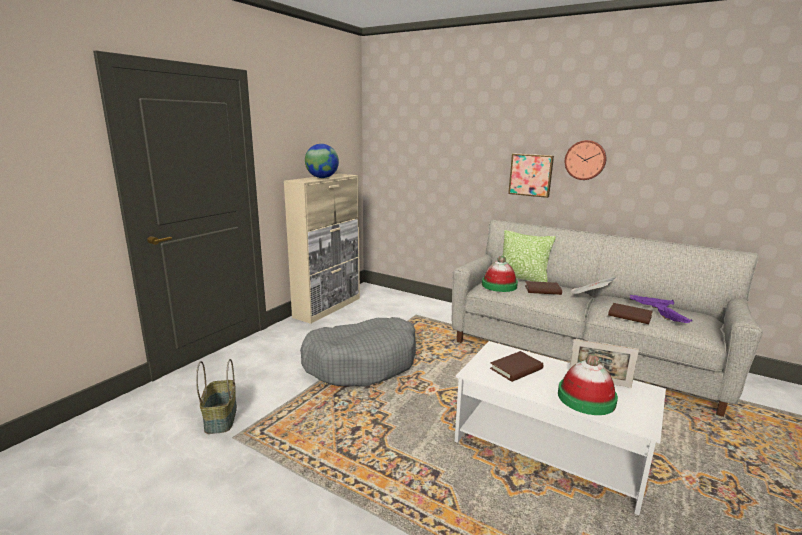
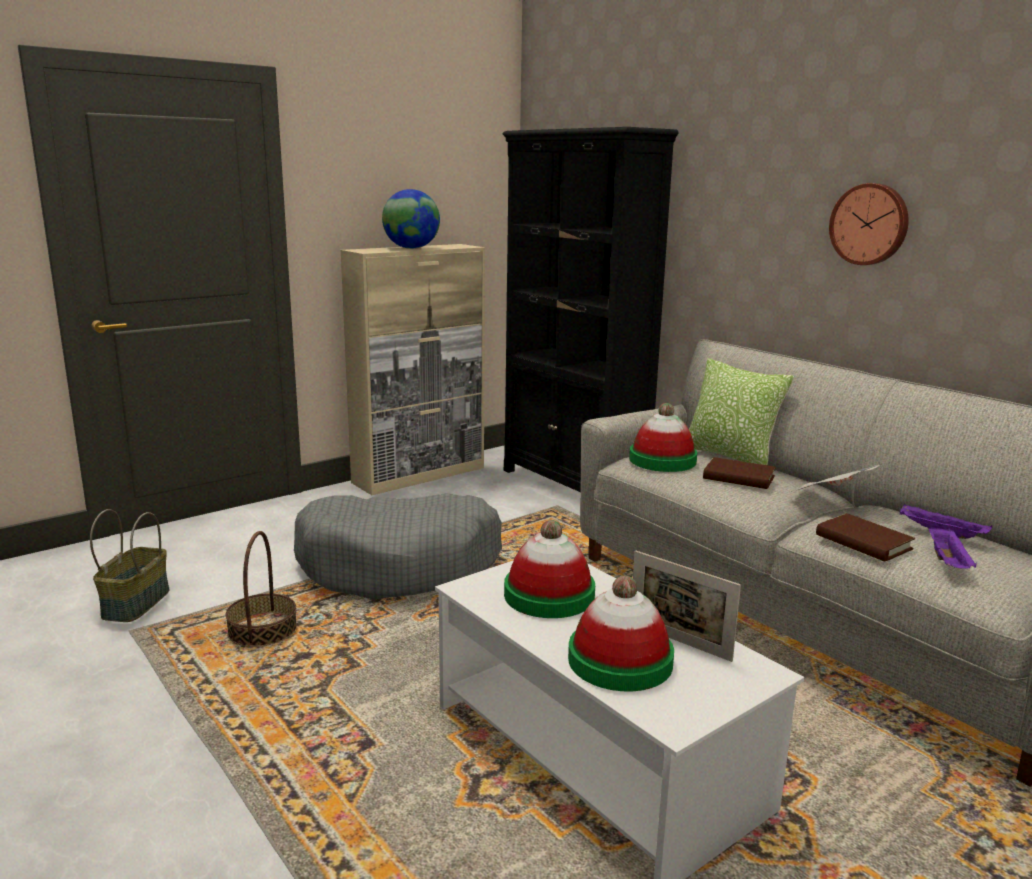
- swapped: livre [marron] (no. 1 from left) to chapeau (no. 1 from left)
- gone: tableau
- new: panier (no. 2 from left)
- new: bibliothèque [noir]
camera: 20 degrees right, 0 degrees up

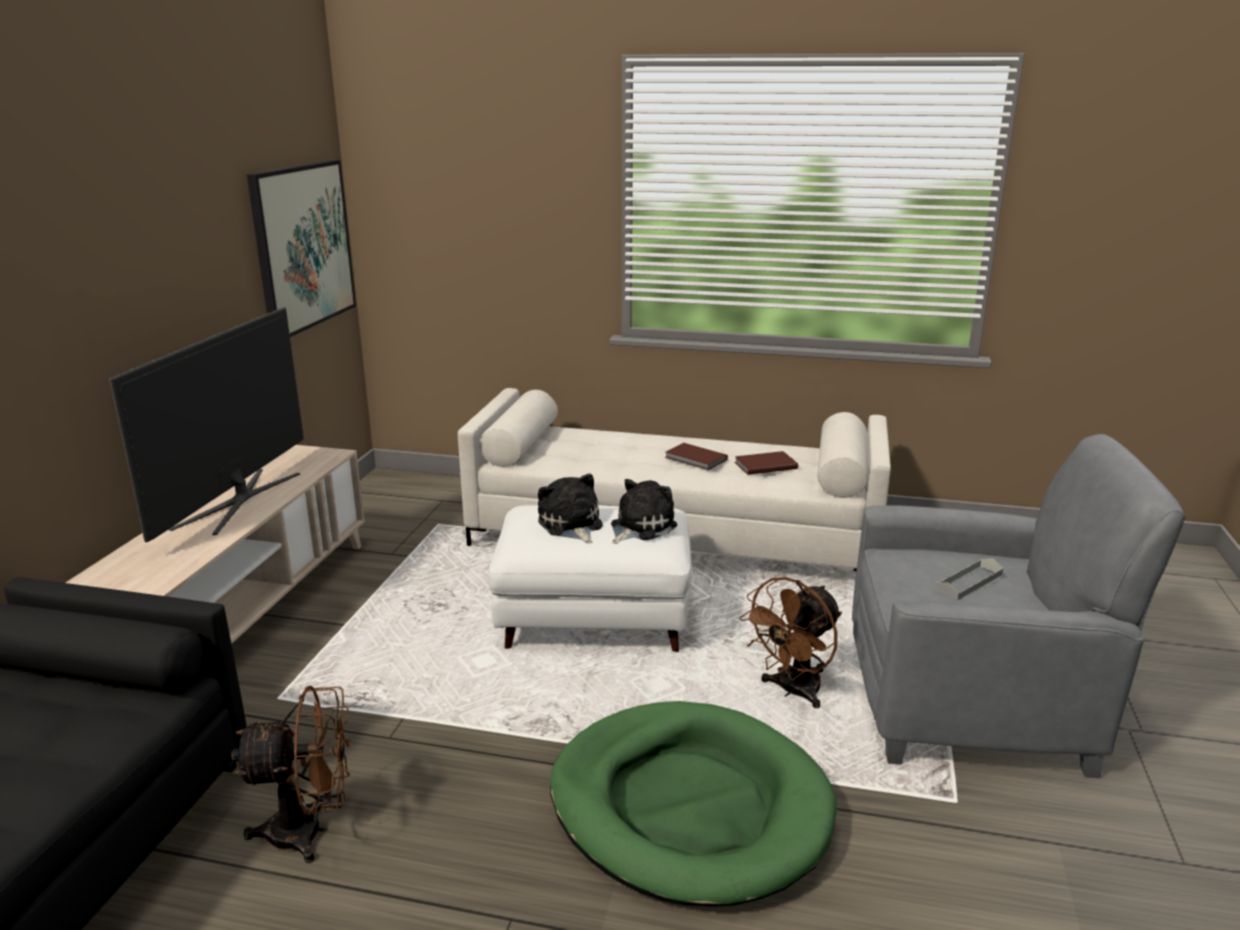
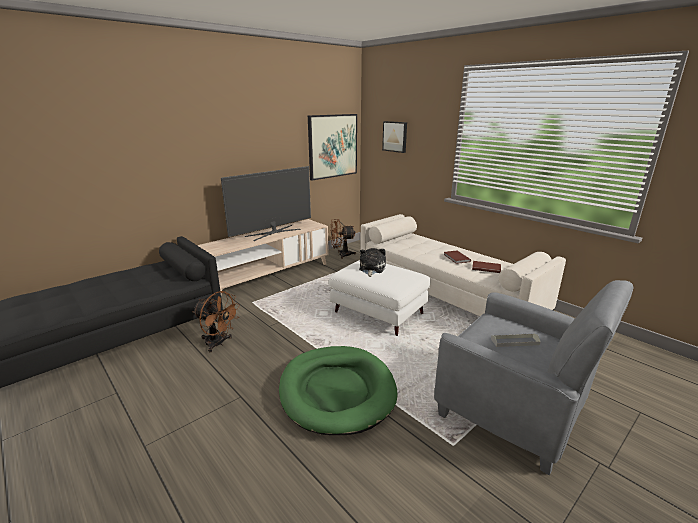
- gone: peluche (no. 2 from left)
- shifted: ventilateur [marron] (no. 2 from left)
- new: tableau (no. 2 from left)
camera: 35 degrees right, 0 degrees up

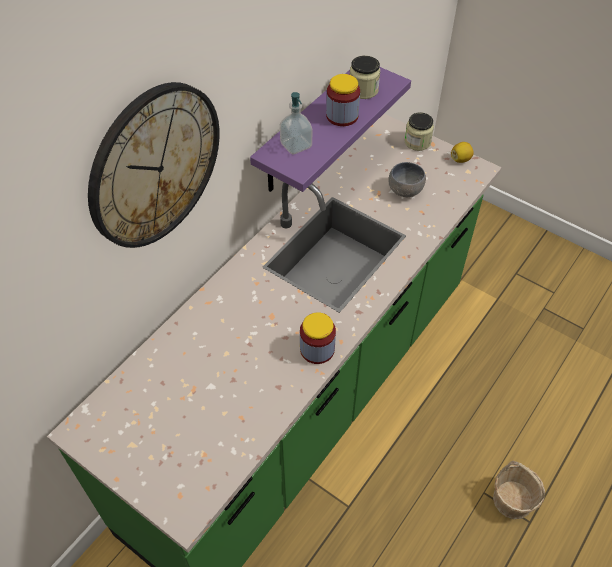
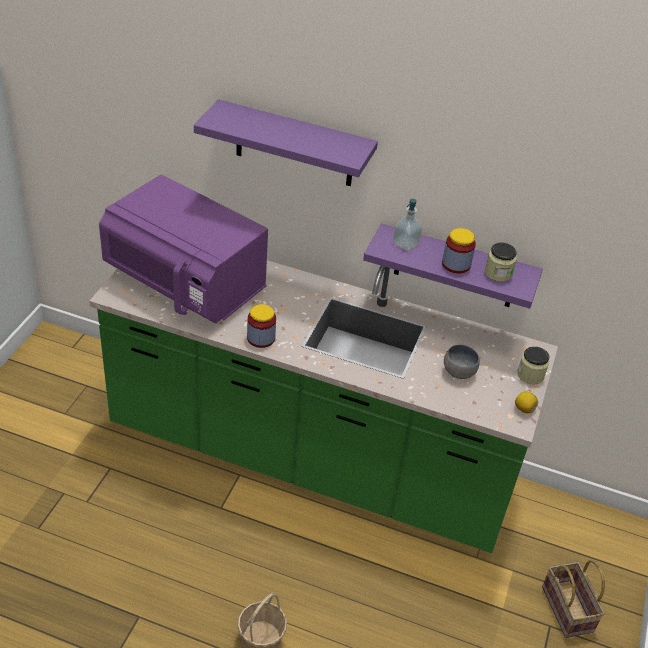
- swapped: horloge murale to étagère [violet] (no. 1 from left)
- new: micro-ondes [violet]
- new: panier (no. 2 from left)
camera: 70 degrees right, 10 degrees down

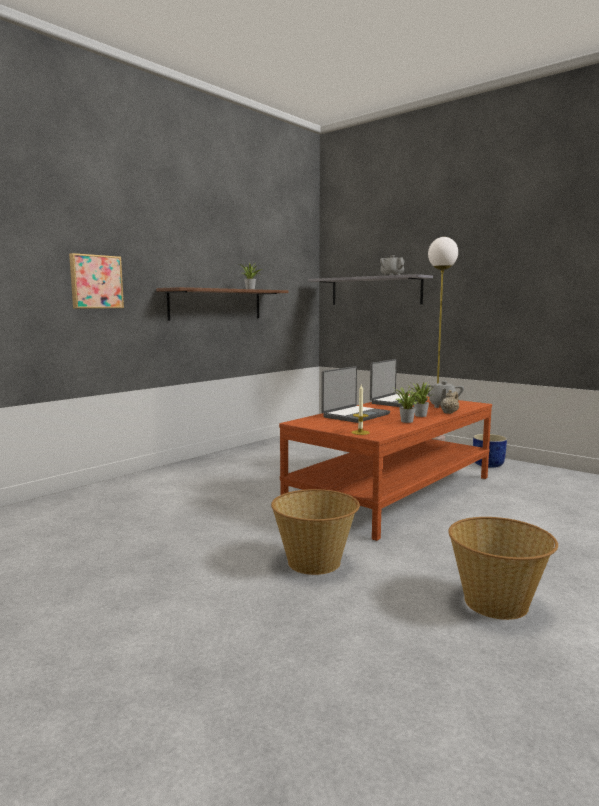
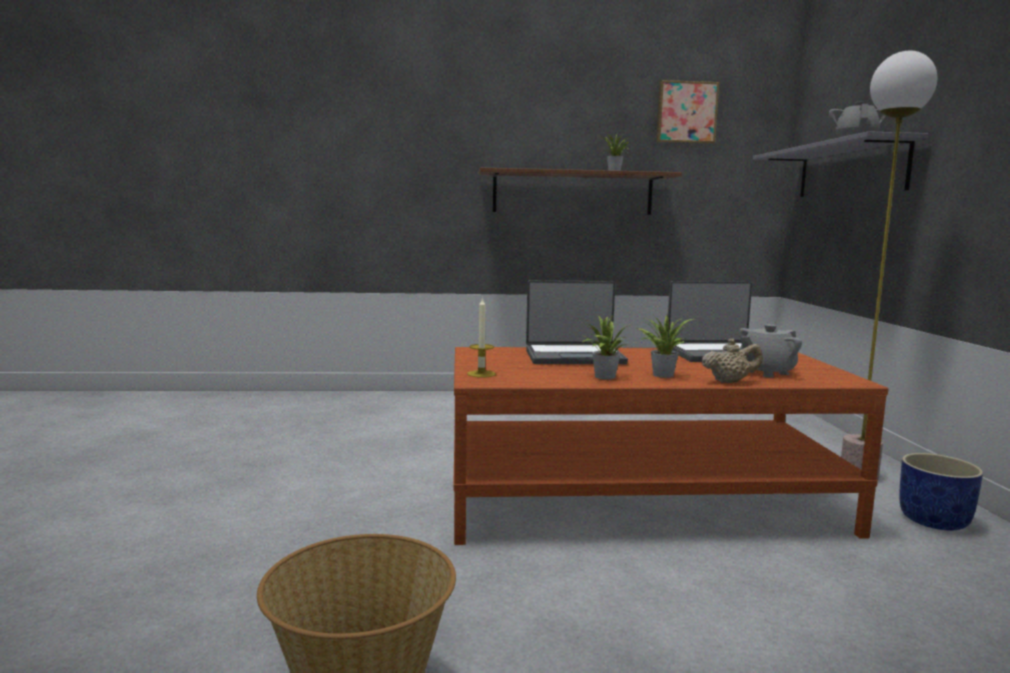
- shifted: tableau
- gone: panier (no. 1 from left)
camera: 45 degrees right, 0 degrees up

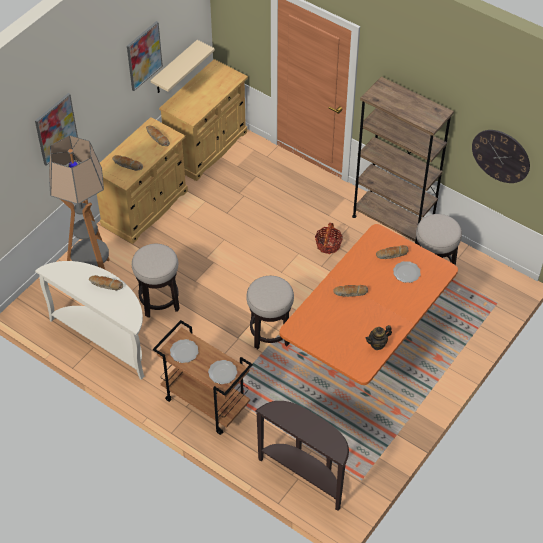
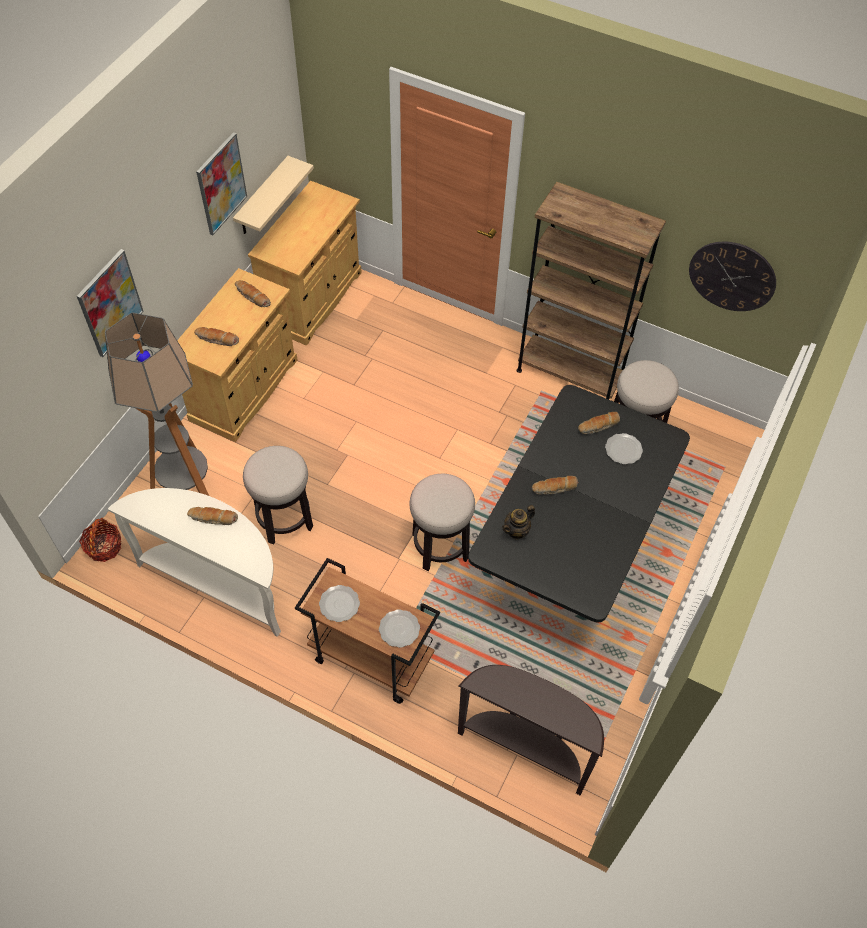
- repainted: table à manger [orange] to table à manger [noir]
- shifted: panier
- shifted: théière
camera: 10 degrees left, 5 degrees up

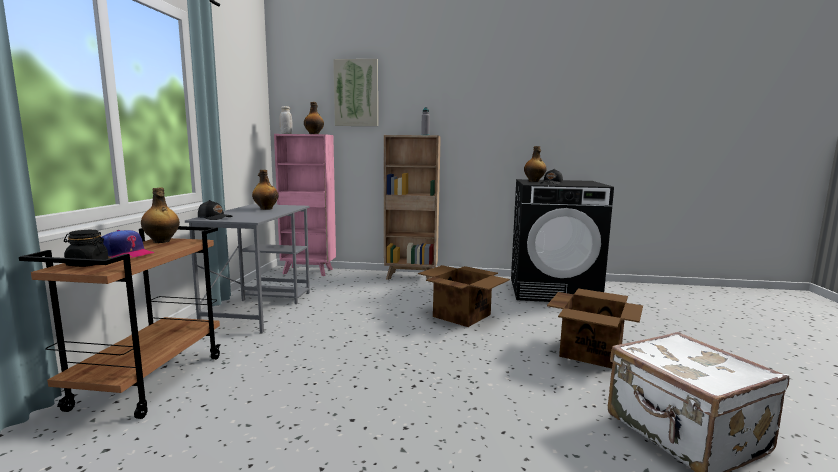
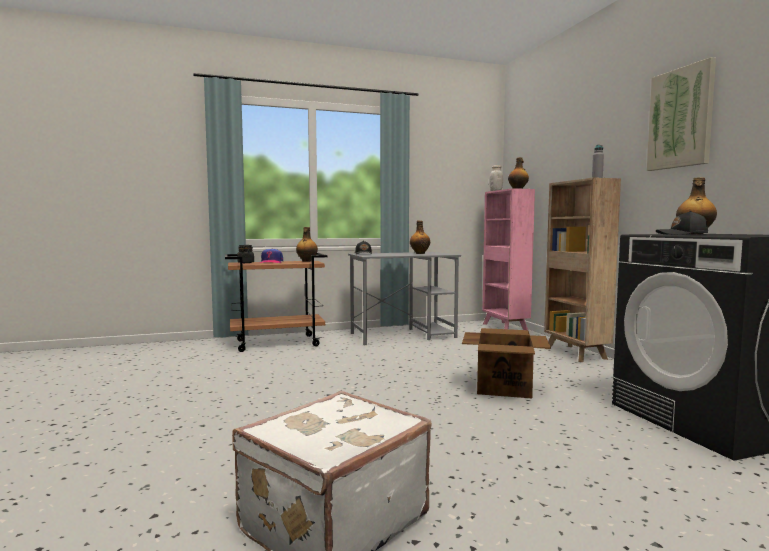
- shifted: tableau
- gone: carton (no. 2 from left)
camera: 65 degrees right, 5 degrees down

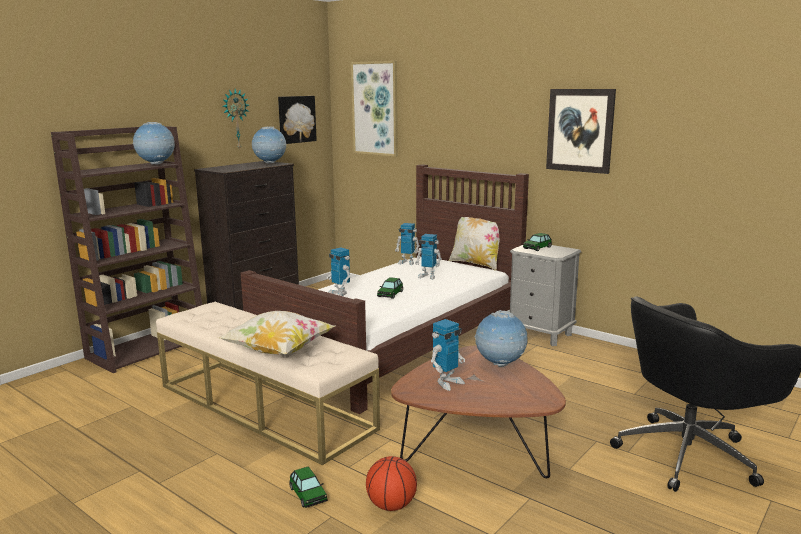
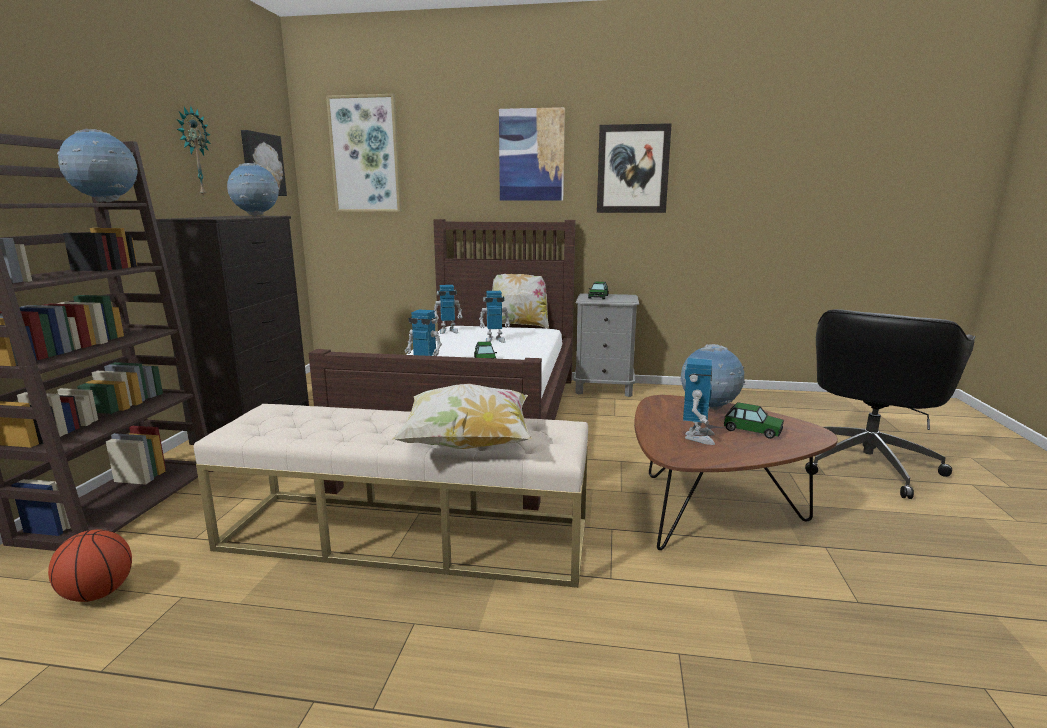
- shifted: petite voiture (no. 1 from left in the first image) to petite voiture (no. 3 from left)
- shifted: ballon de basket
- new: tableau (no. 3 from left)
camera: 30 degrees left, 0 degrees up

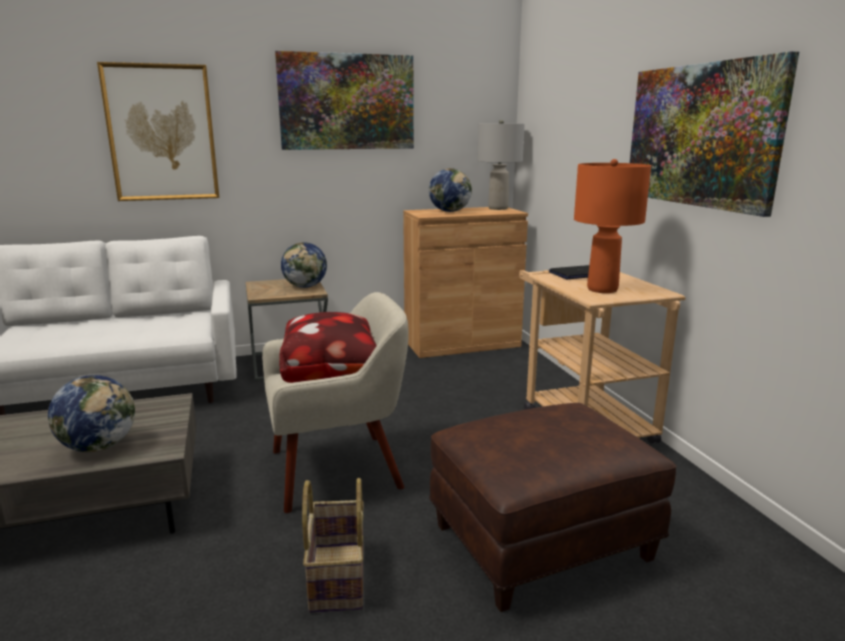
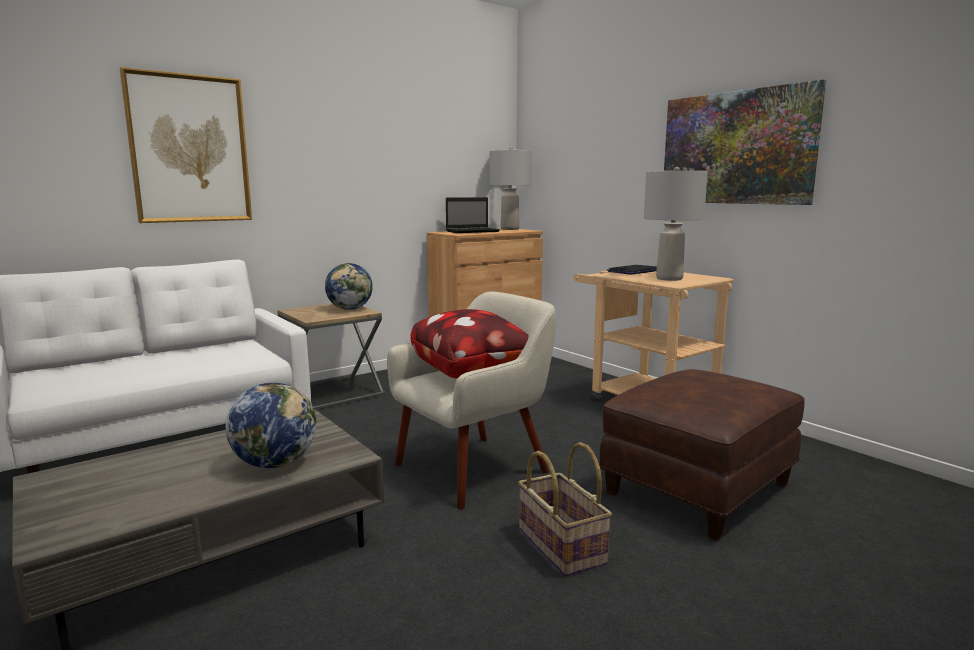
- gone: tableau (no. 2 from left)
- swapped: globe (no. 3 from left) to ordinateur portable (no. 1 from left)
- repainted: lampe de table [orange] to lampe de table [gris] (no. 2 from left)
camera: 20 degrees left, 5 degrees down

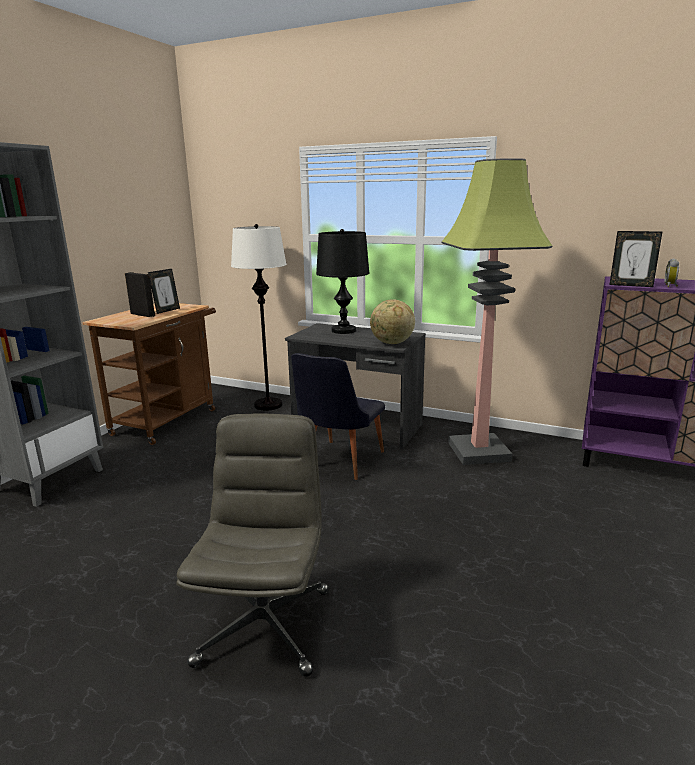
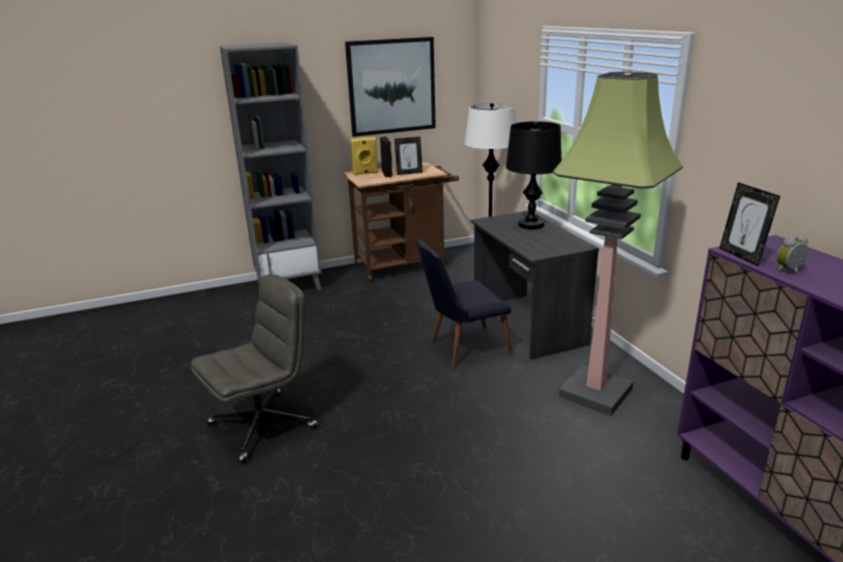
- gone: globe
- new: tableau
- new: enceinte [jaune]
camera: 45 degrees right, 5 degrees up

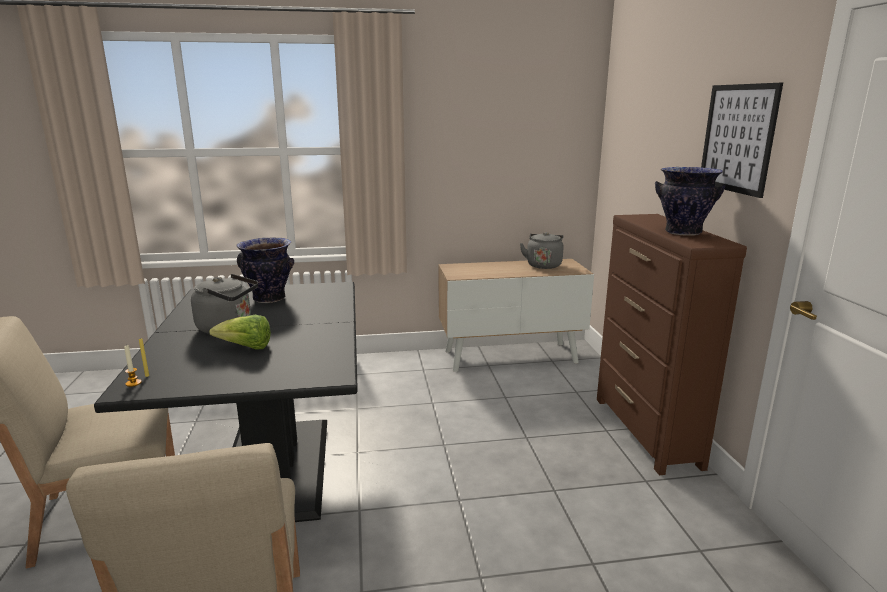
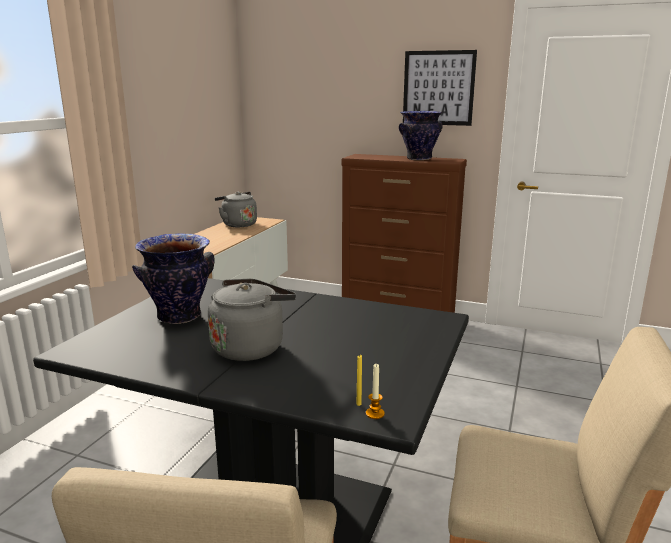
- gone: laitue
camera: 60 degrees left, 0 degrees up

